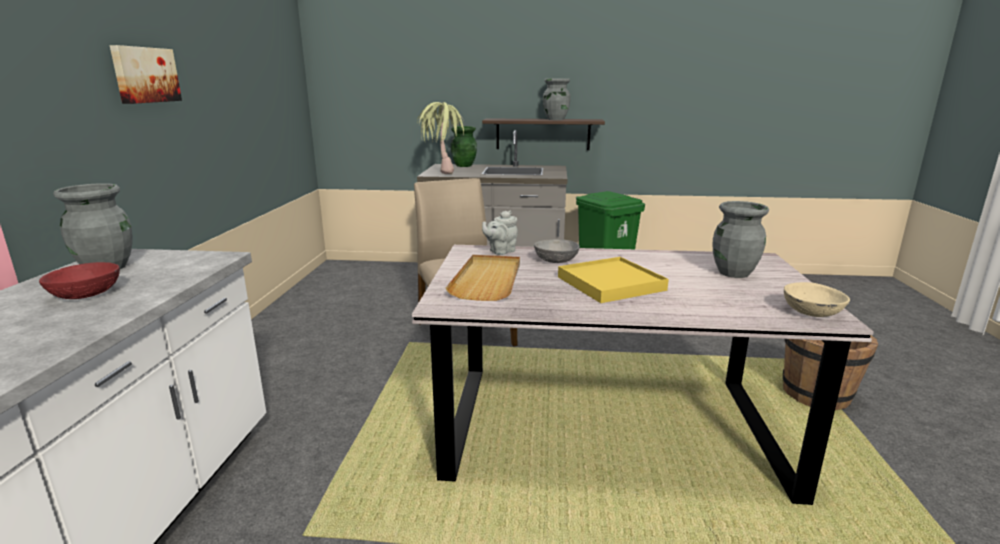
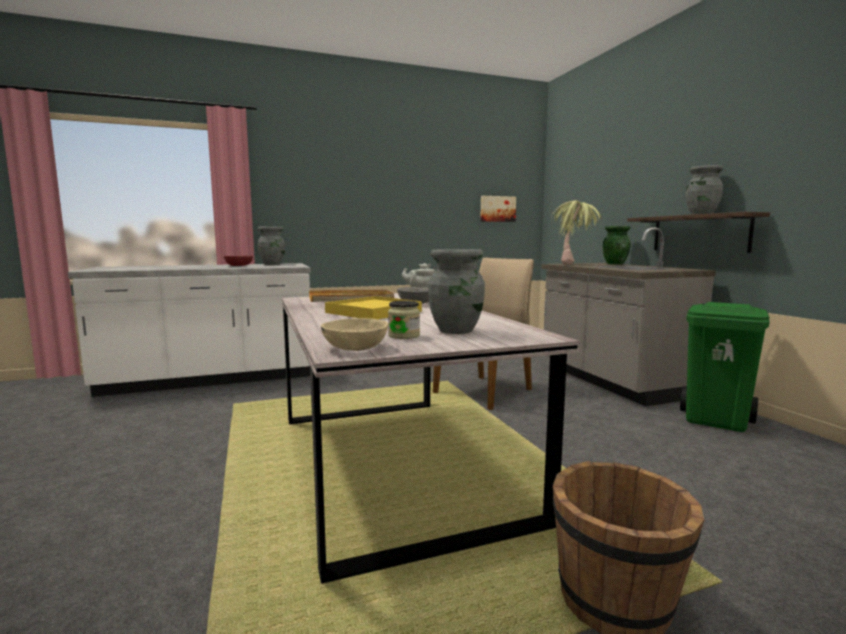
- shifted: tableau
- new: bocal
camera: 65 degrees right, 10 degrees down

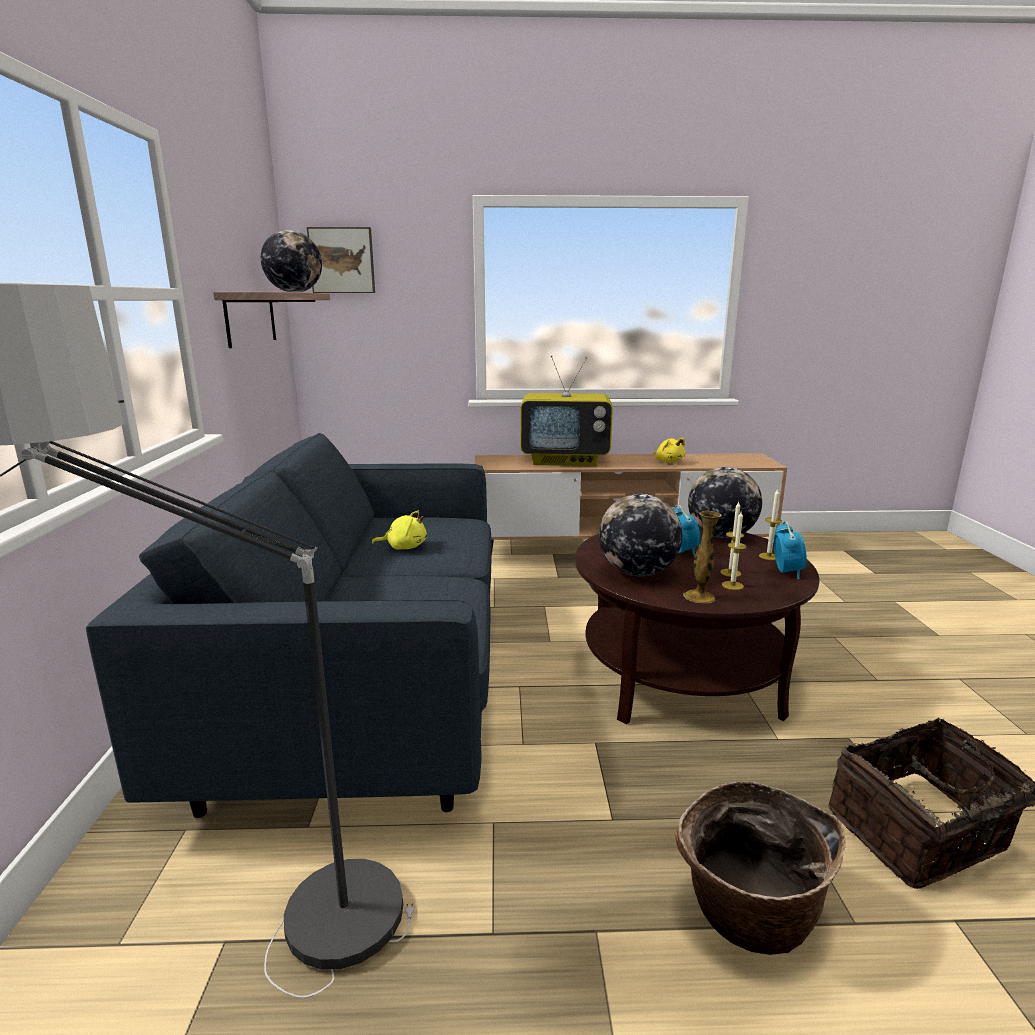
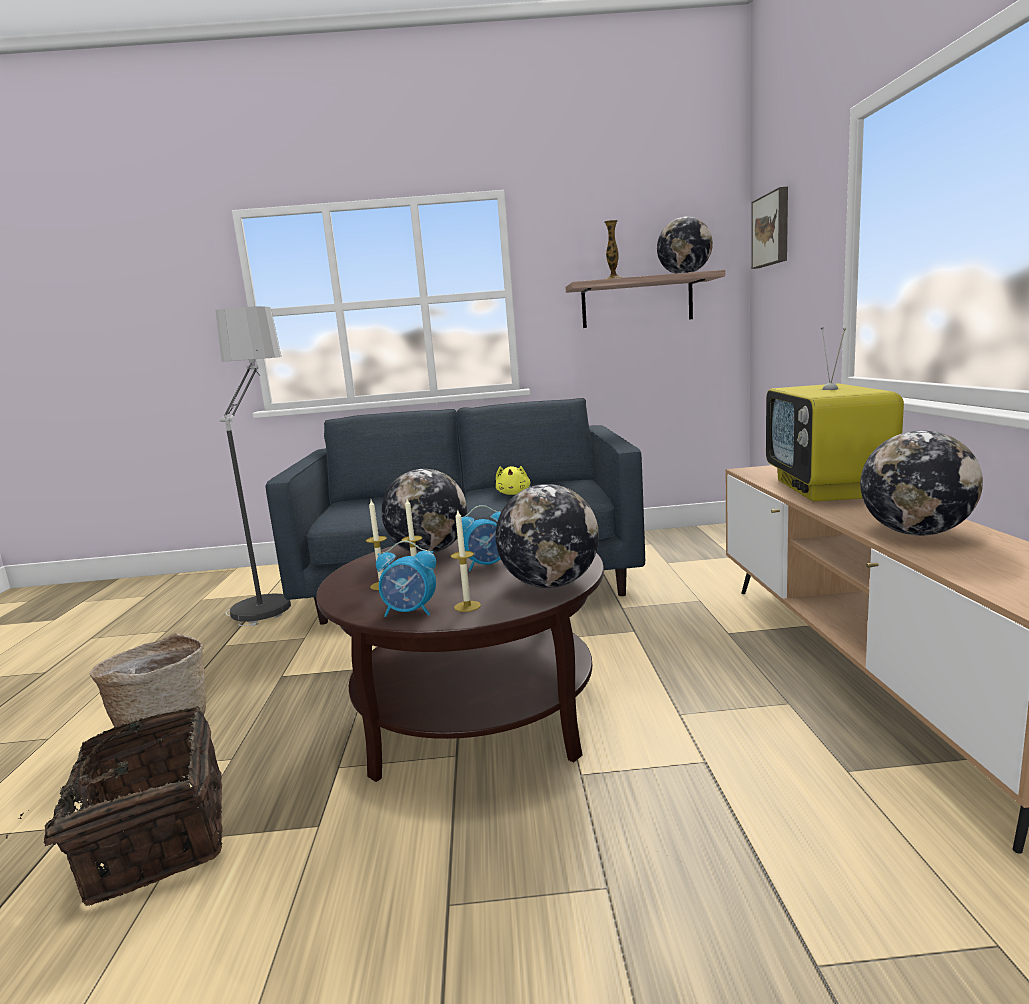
- swapped: peluche [jaune] (no. 2 from left) to globe (no. 4 from left)
- shifted: vase
camera: 90 degrees right, 5 degrees down

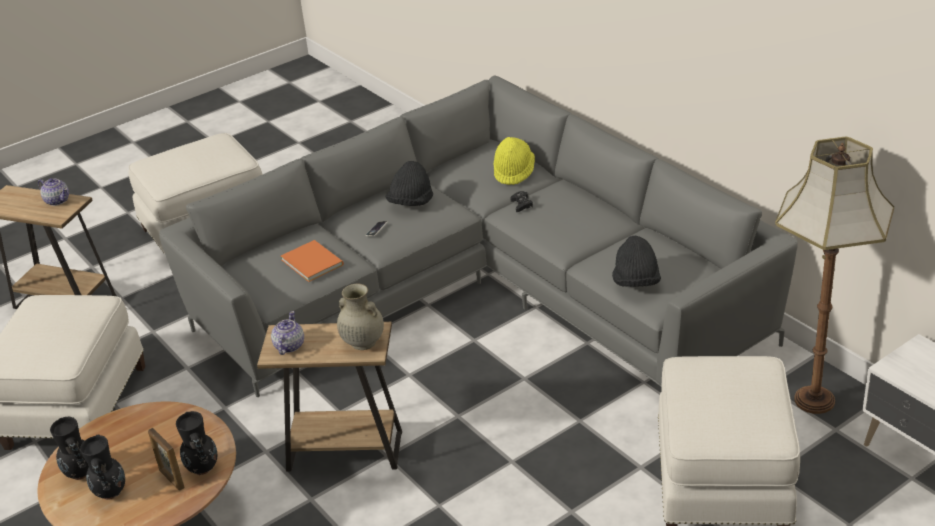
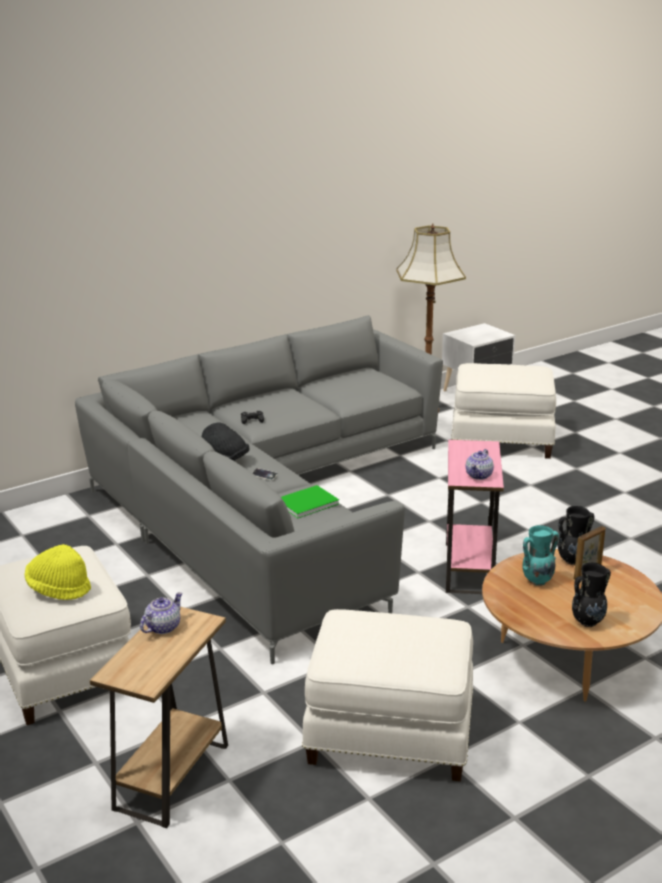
- gone: vase [noir] (no. 2 from left)
- repainted: table d'appoint [marron] (no. 2 from left) to table d'appoint [rose]
- rotated: théière (no. 2 from left) 75 degrees counterclockwise
- repainted: livre [orange] to livre [vert]
- gone: vase [beige]
- shifted: chapeau [jaune]
- gone: chapeau [noir] (no. 2 from left)
- new: vase [turquoise]
camera: 90 degrees left, 10 degrees down

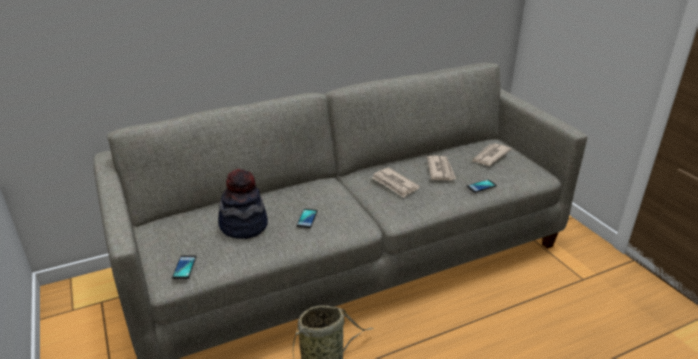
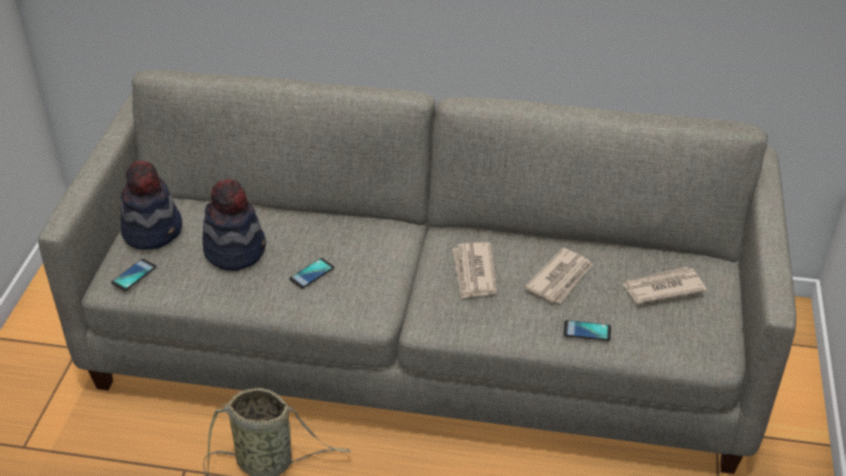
- new: chapeau (no. 1 from left)
camera: 35 degrees right, 10 degrees up

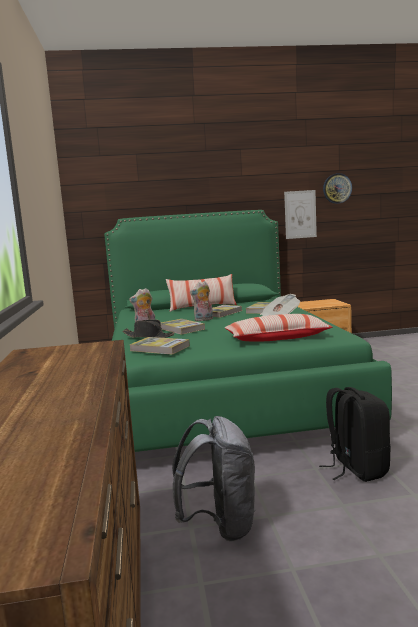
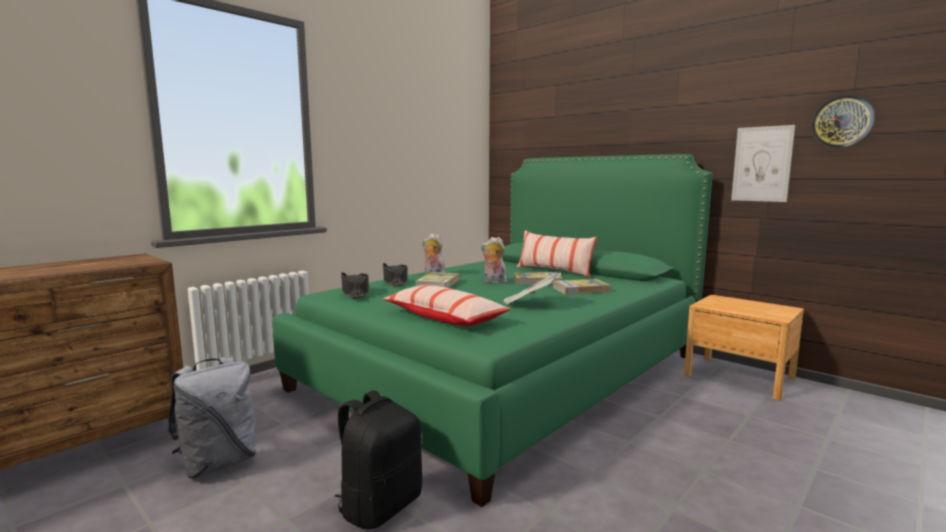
- swapped: livre (no. 1 from left) to chapeau [noir] (no. 1 from left)
camera: 50 degrees right, 0 degrees up

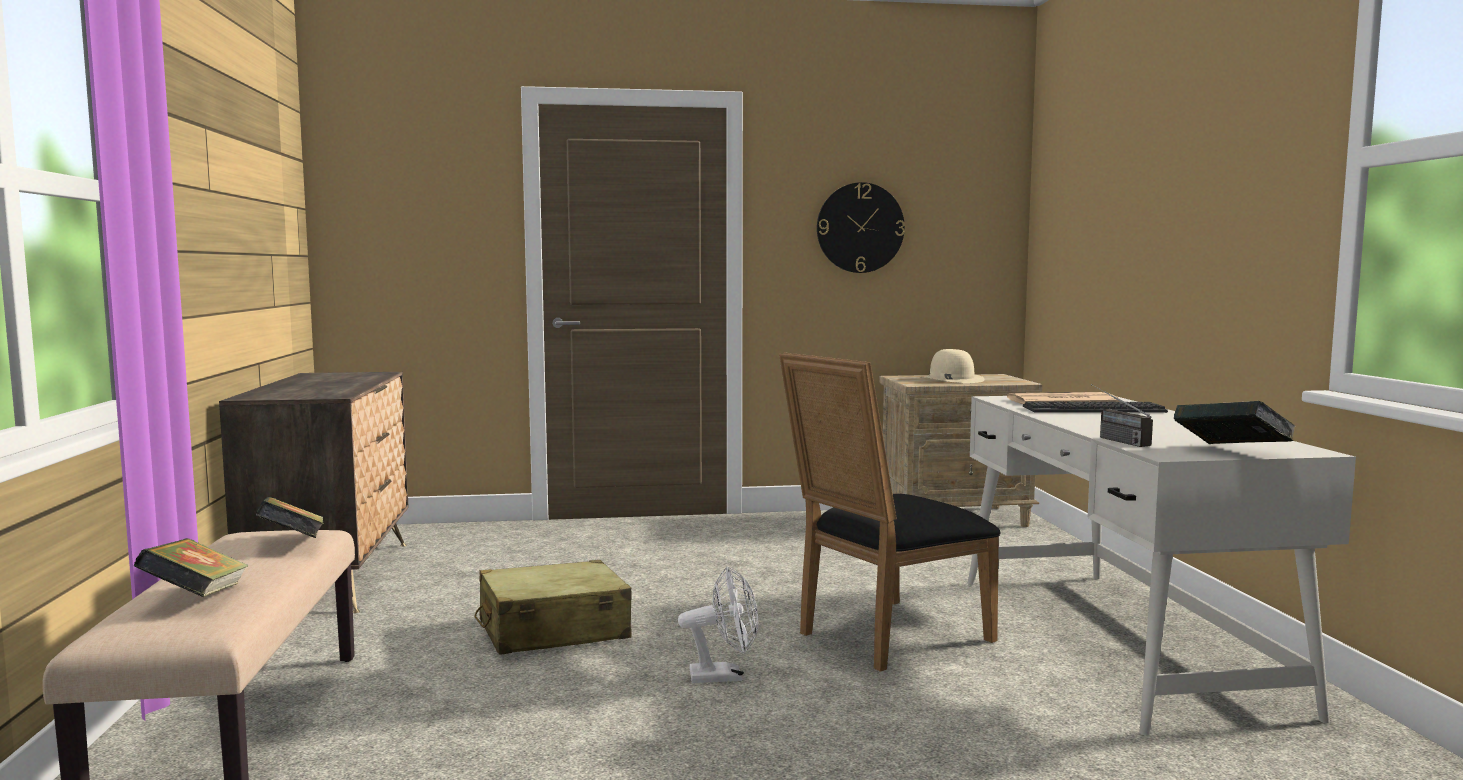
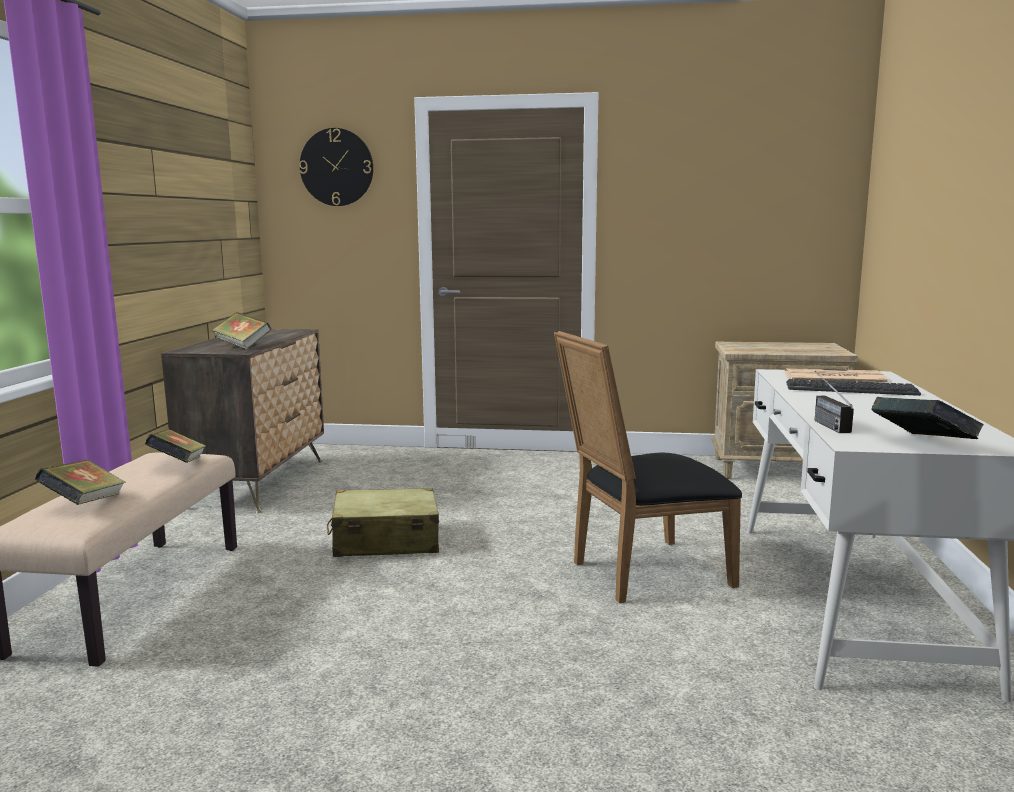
- gone: ventilateur [blanc]
- shifted: horloge murale
- gone: chapeau [beige]
- new: livre (no. 3 from left)
camera: 15 degrees right, 5 degrees up

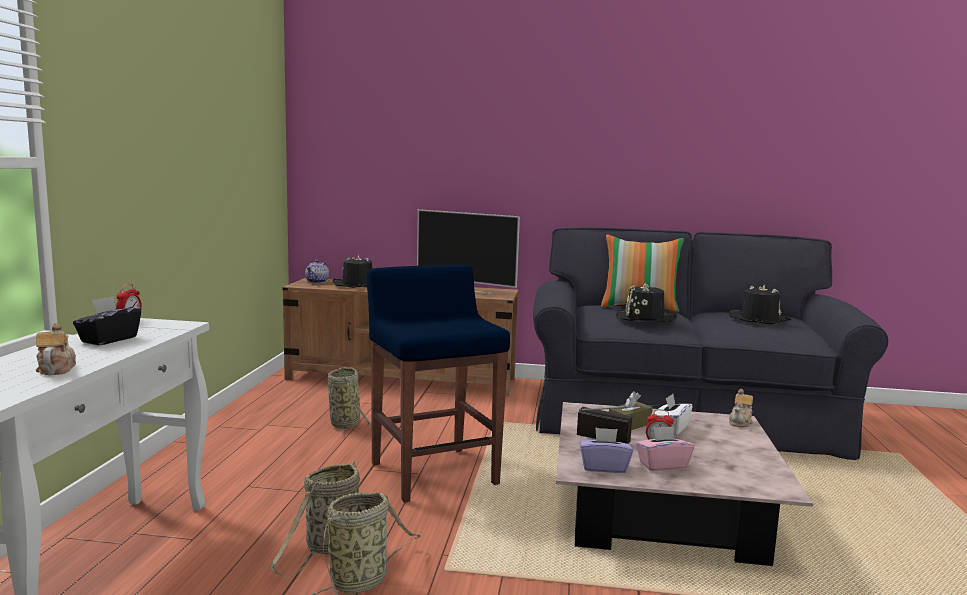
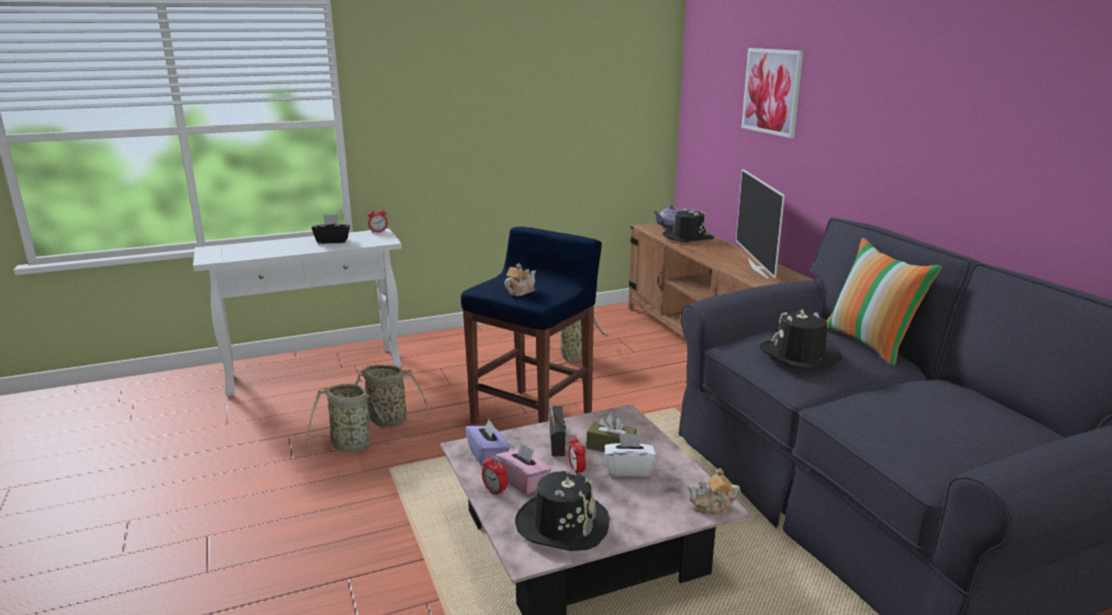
- shifted: théière (no. 1 from left)
- shifted: chapeau [noir] (no. 3 from left in the first image) to chapeau [noir] (no. 1 from left)
- new: réveil (no. 2 from left)
- new: tableau
camera: 60 degrees right, 10 degrees up

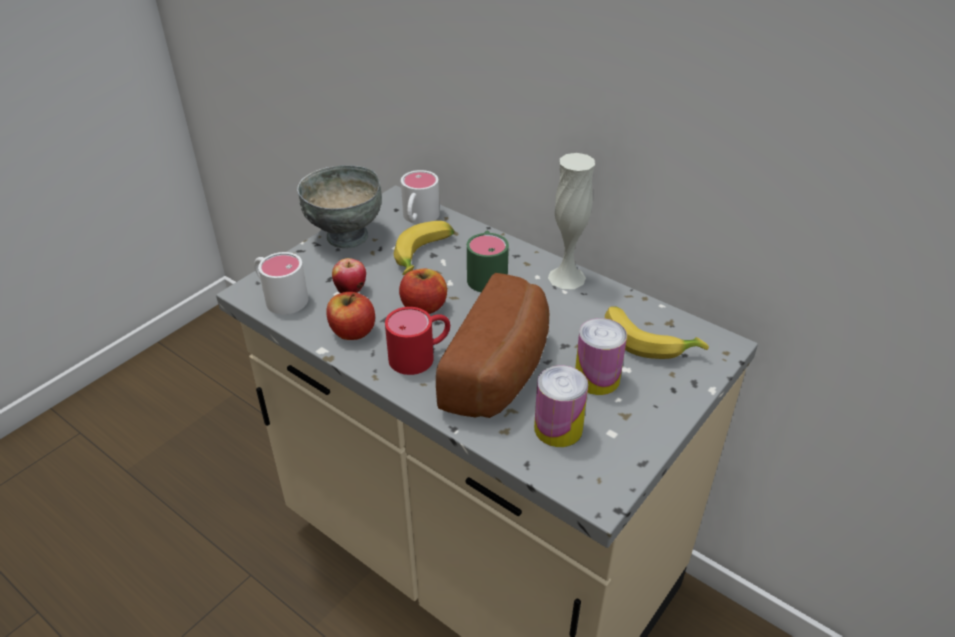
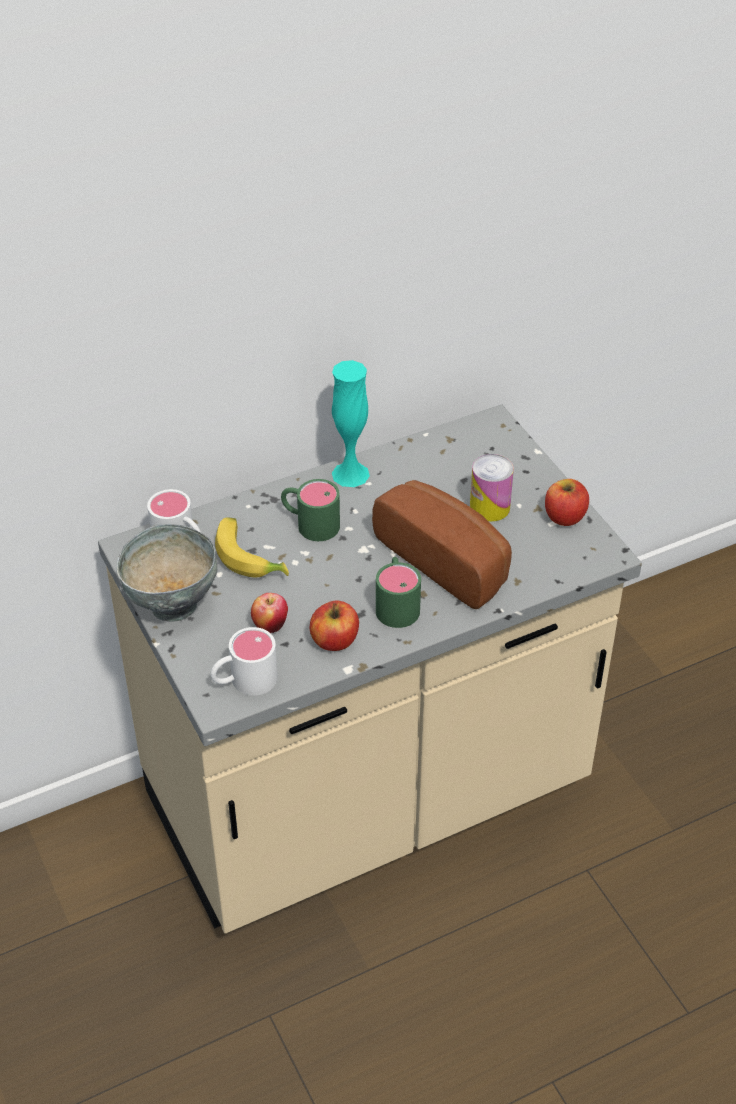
- repainted: mug [rouge] to mug [vert] (no. 2 from left)
- shifted: pomme (no. 3 from left)
- gone: boîte métallique (no. 1 from left)
- repainted: vase [blanc] to vase [turquoise]
- gone: banane (no. 2 from left)
camera: 65 degrees left, 5 degrees up

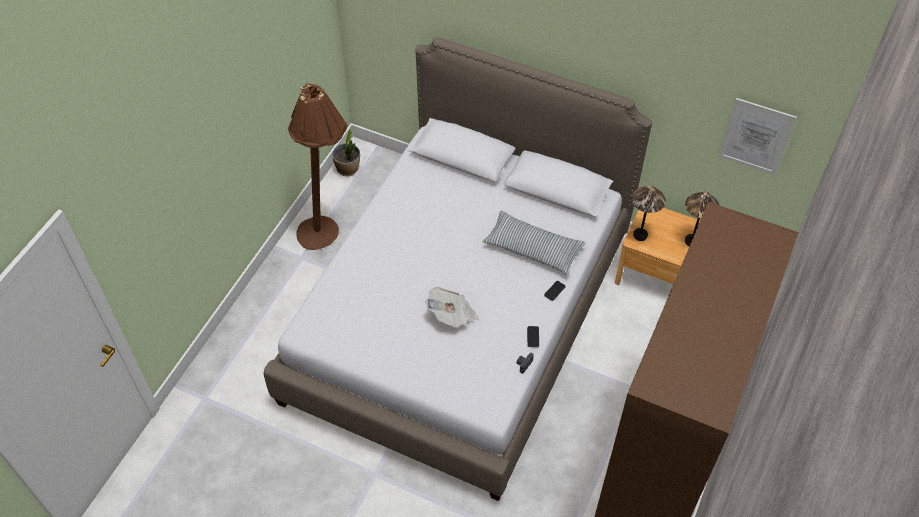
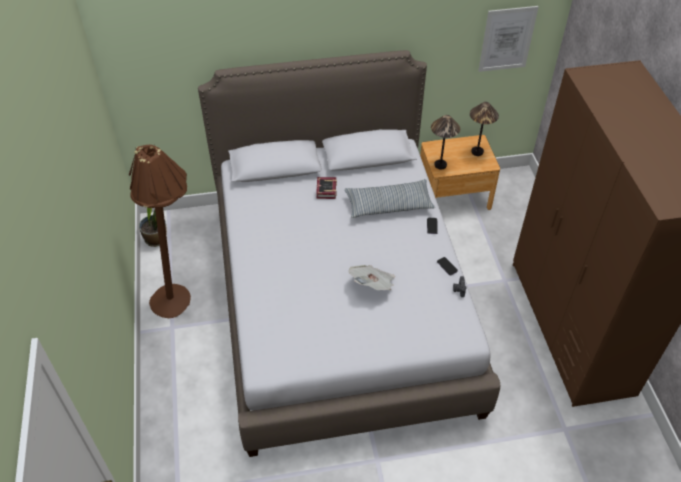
- new: livre
camera: 35 degrees left, 5 degrees down

